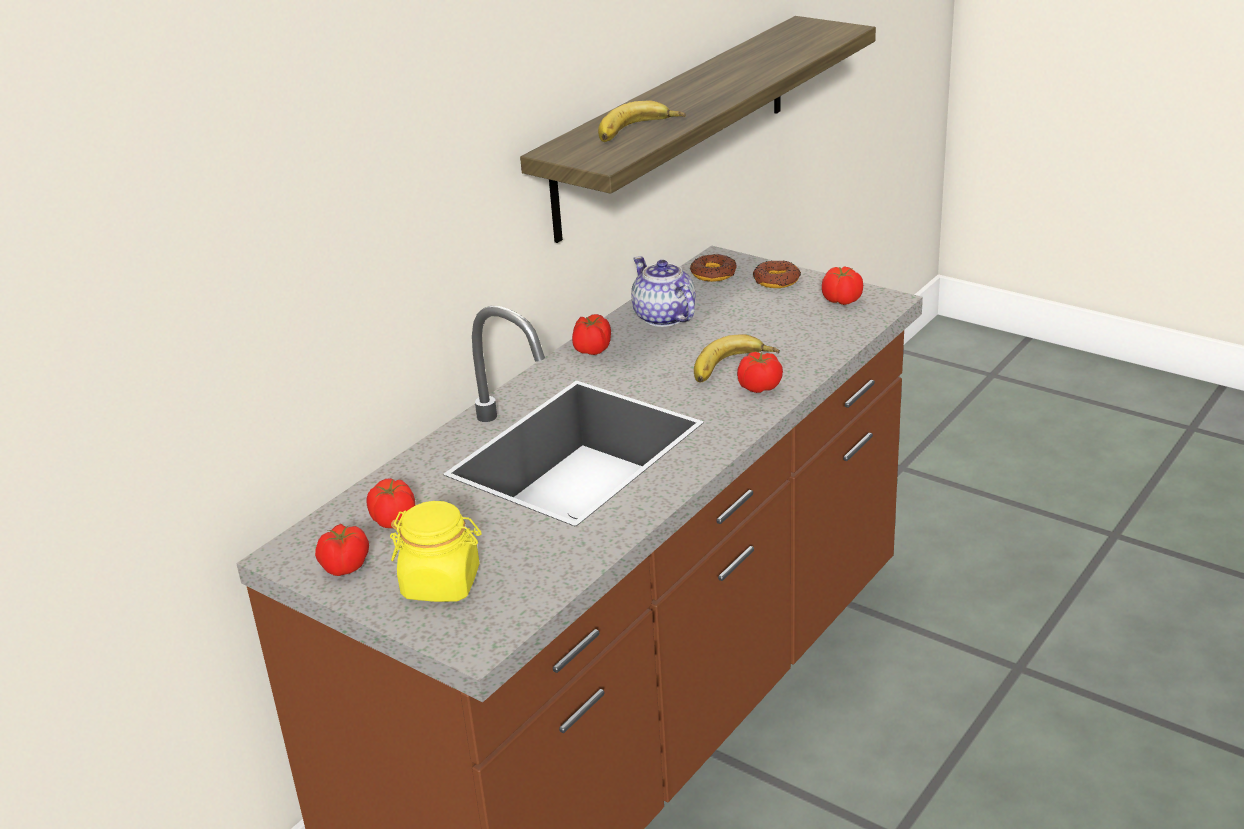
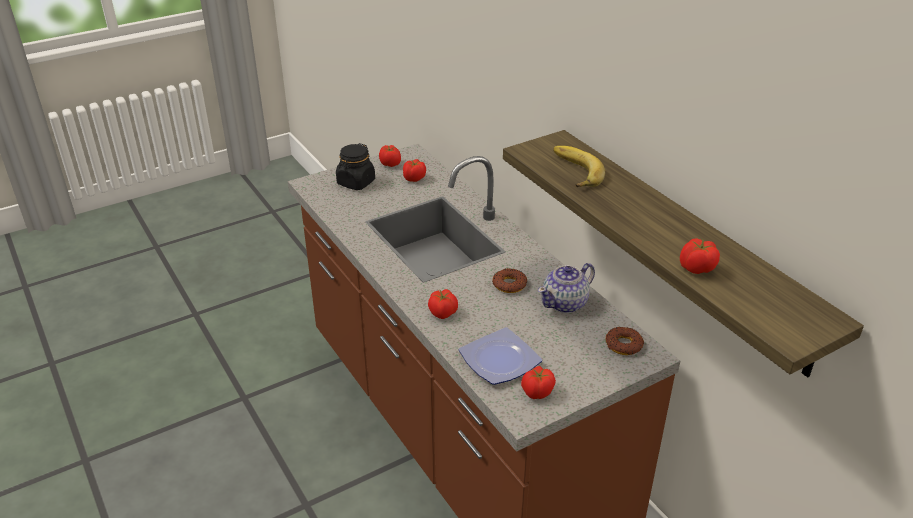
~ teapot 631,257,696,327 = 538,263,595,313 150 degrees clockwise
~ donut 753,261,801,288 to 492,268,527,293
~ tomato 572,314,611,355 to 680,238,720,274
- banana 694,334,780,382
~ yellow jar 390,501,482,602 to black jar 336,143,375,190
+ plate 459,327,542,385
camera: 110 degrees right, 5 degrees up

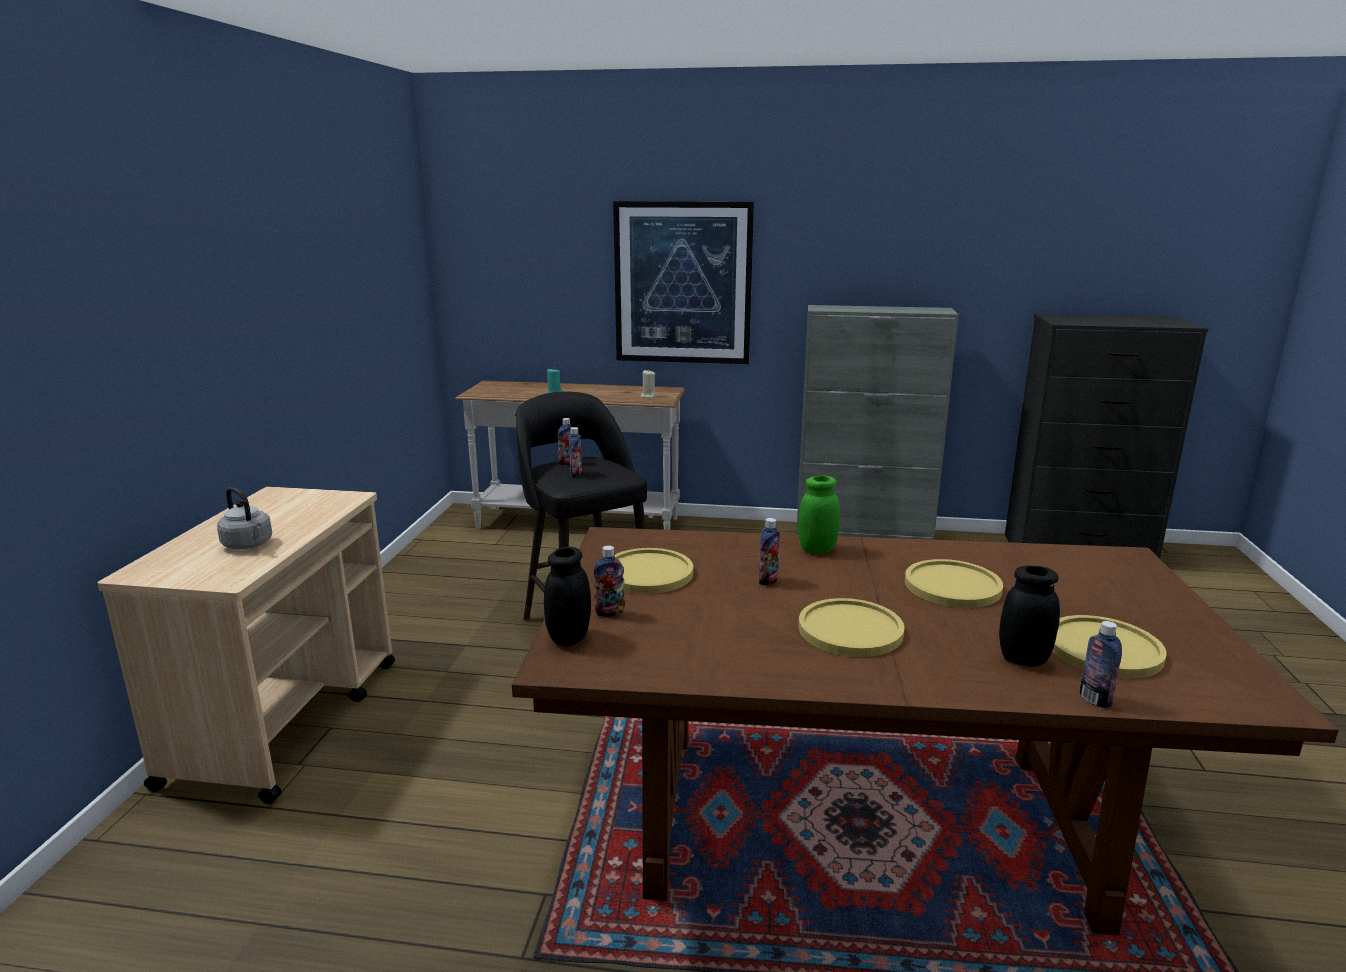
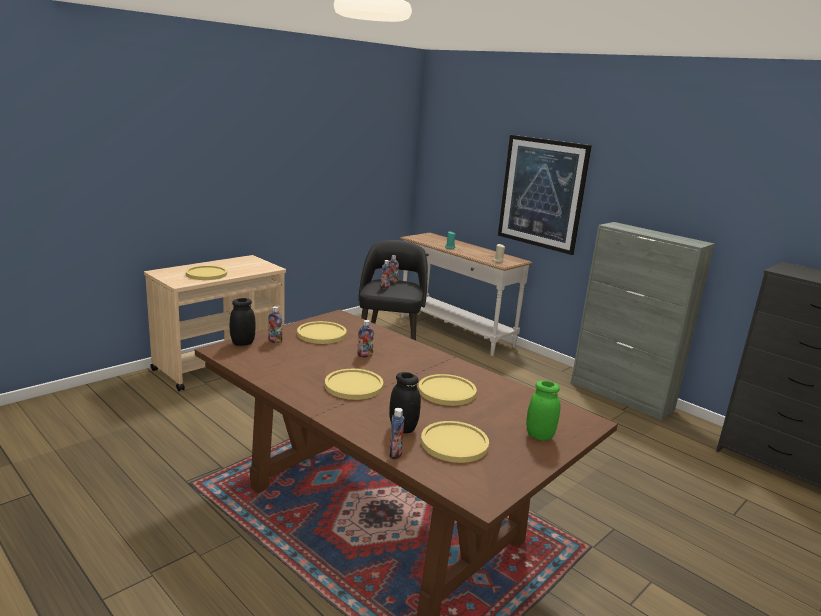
~ green jar 798,476,840,554 to 526,381,560,441
~ grey kettle 217,487,272,549 to yellow plate 186,265,227,280
camera: 35 degrees right, 0 degrees up

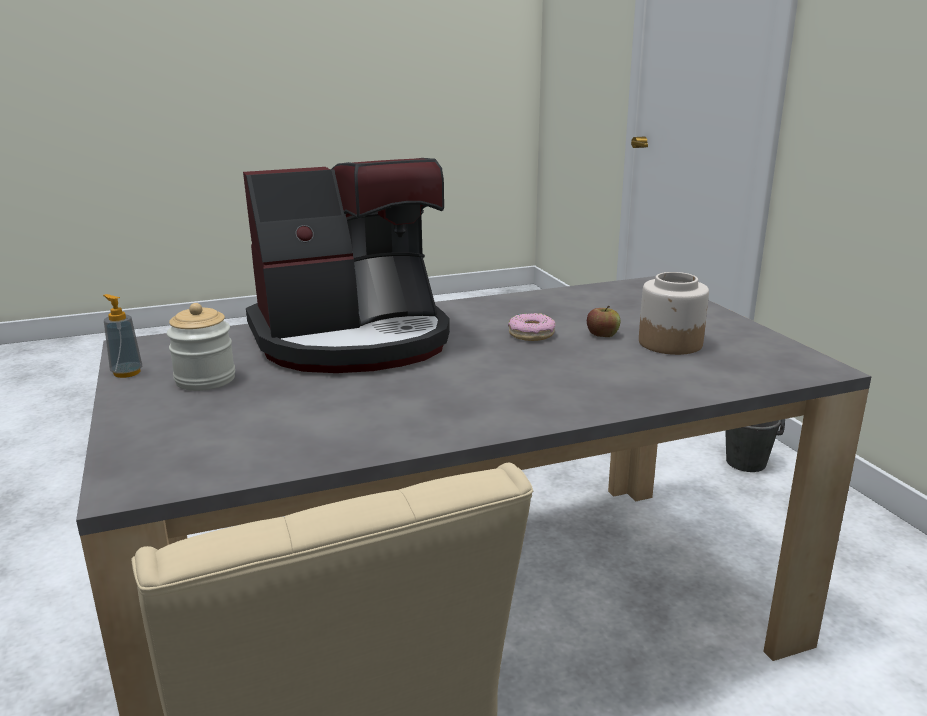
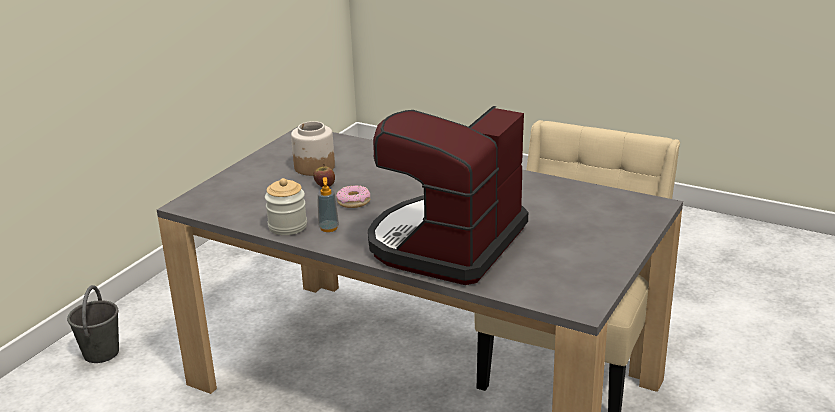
~ coffee machine 243,158,450,373 = 368,106,528,285 90 degrees counterclockwise
~ soap dispenser 103,294,142,378 to 317,177,339,232
~ jar 167,303,235,391 to 265,178,307,235
camera: 130 degrees left, 5 degrees up

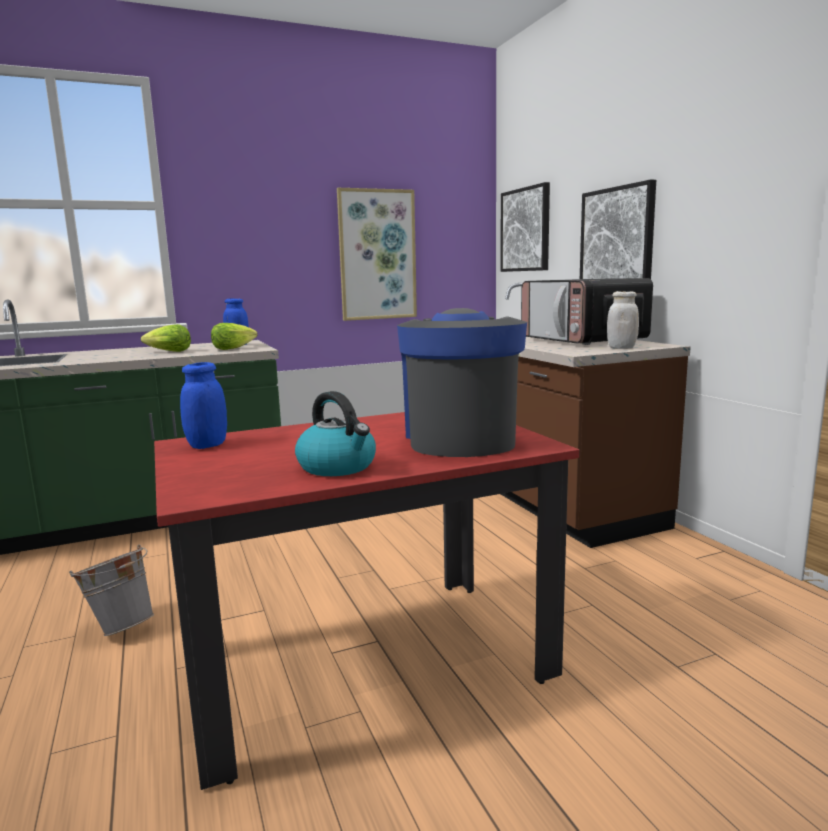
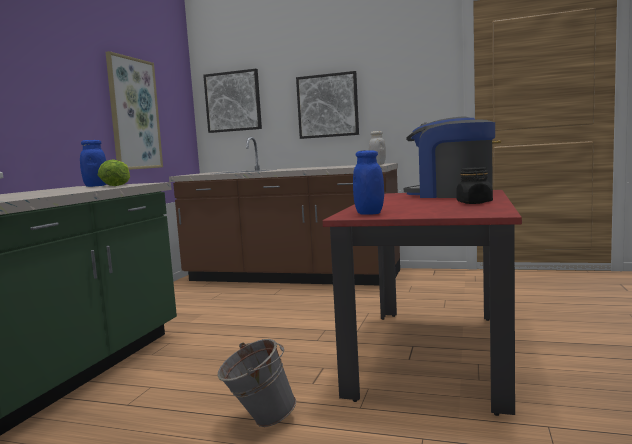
- microwave 521,278,653,345
- lettuce 141,324,191,352
~ kettle 295,391,376,476 to black jar 456,167,493,204
camera: 50 degrees left, 5 degrees down

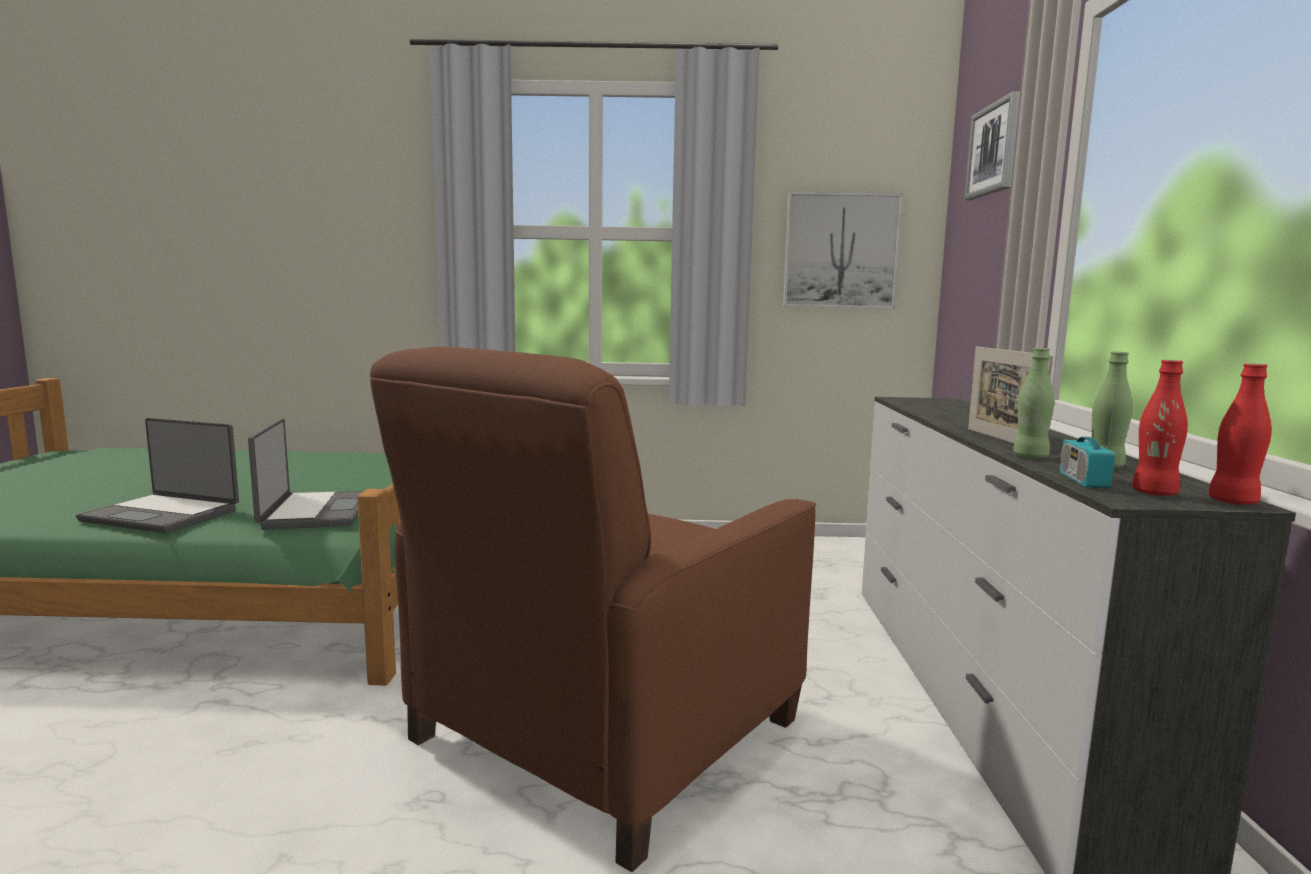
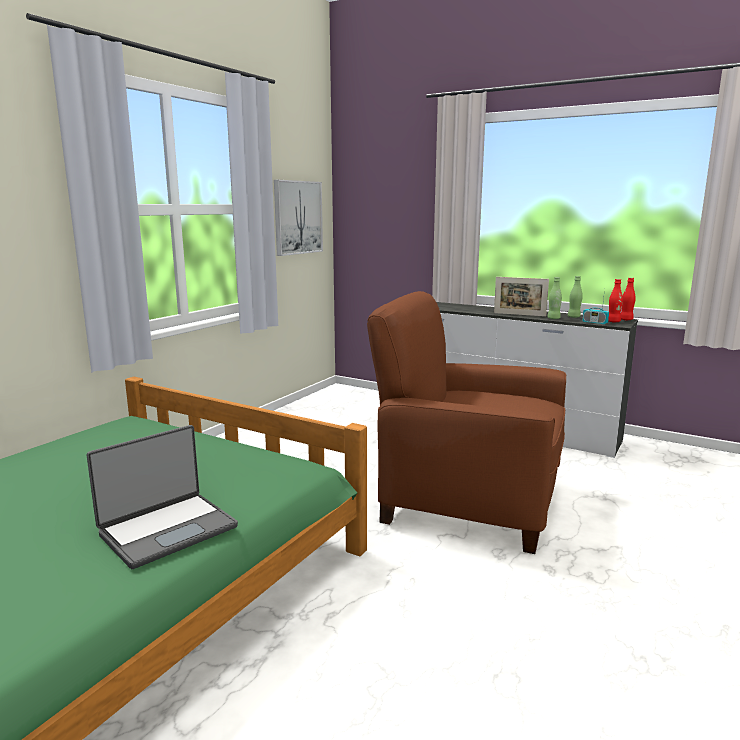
- picture 964,91,1020,200
~ brown armchair 370,347,816,872 = 367,291,566,554 135 degrees clockwise
- laptop 248,418,363,530
camera: 60 degrees left, 5 degrees up

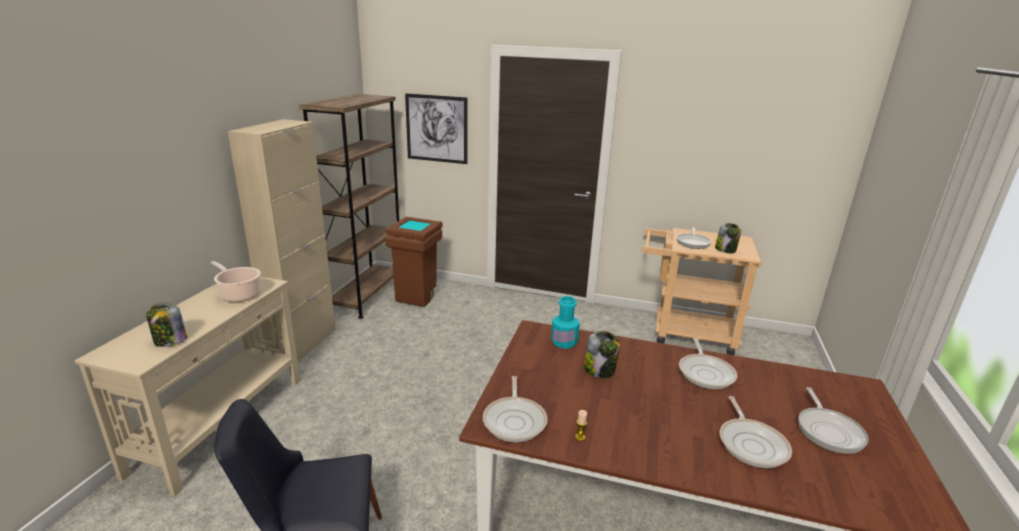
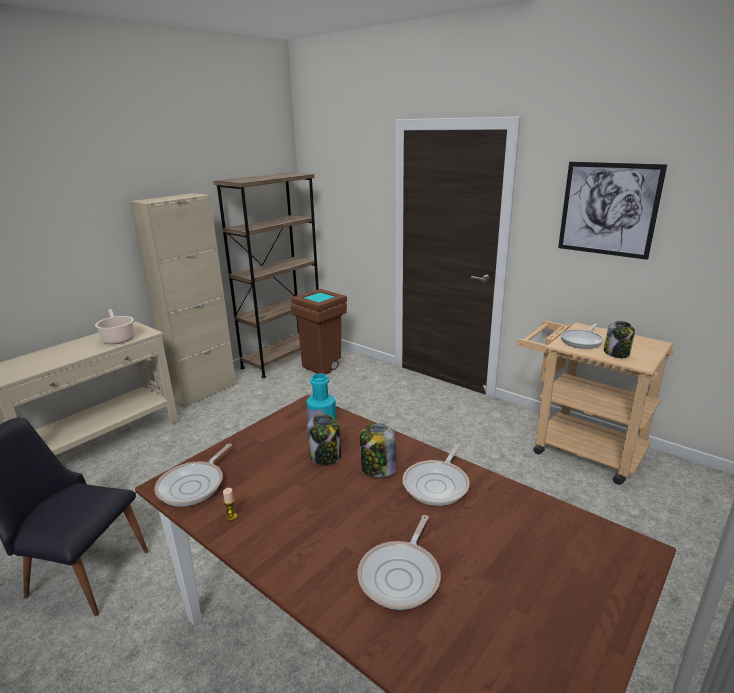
~ picture 405,93,468,164 to 558,162,667,260
~ jar 146,303,187,347 to 360,423,397,478
- frying pan 798,387,869,454
camera: 25 degrees right, 0 degrees up

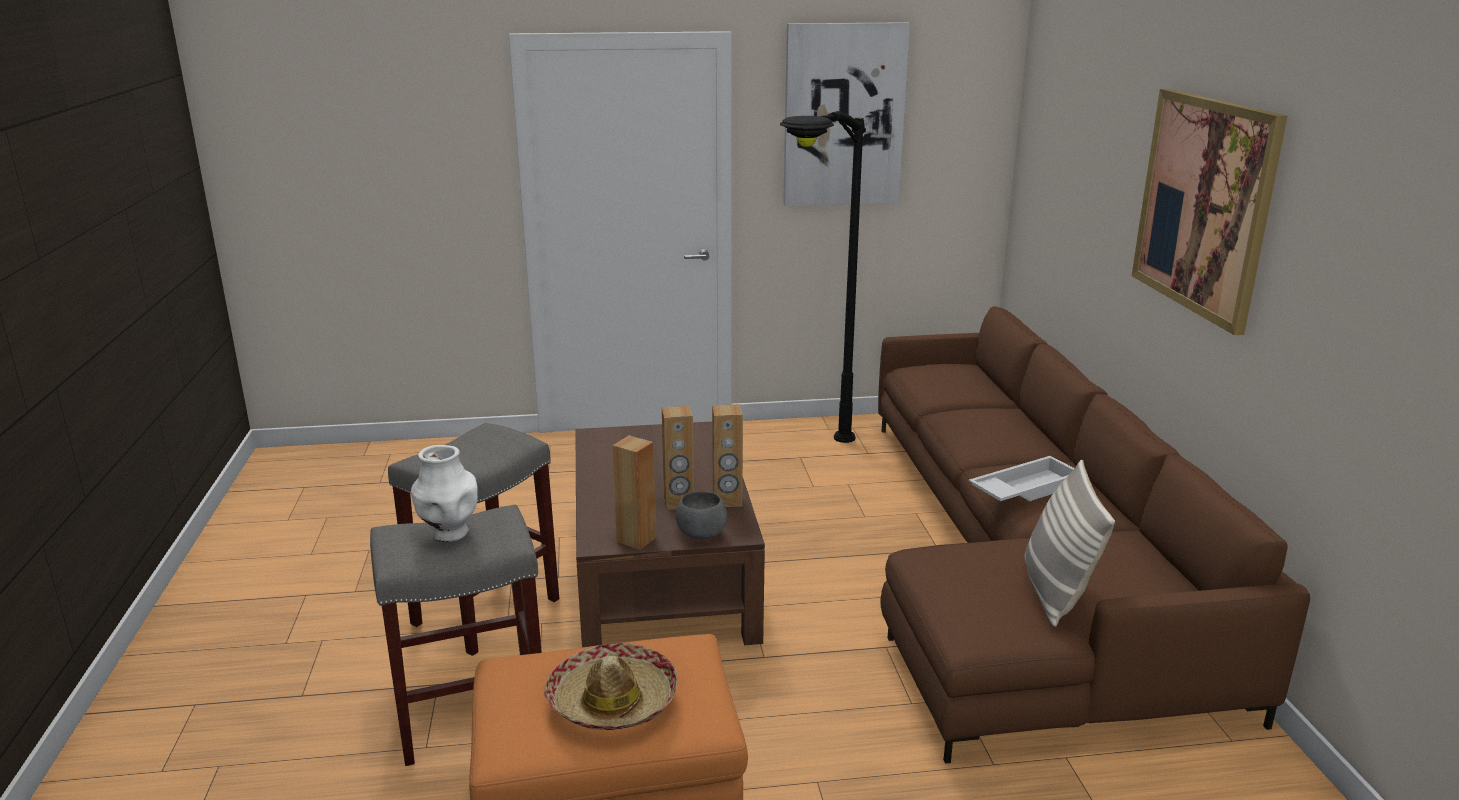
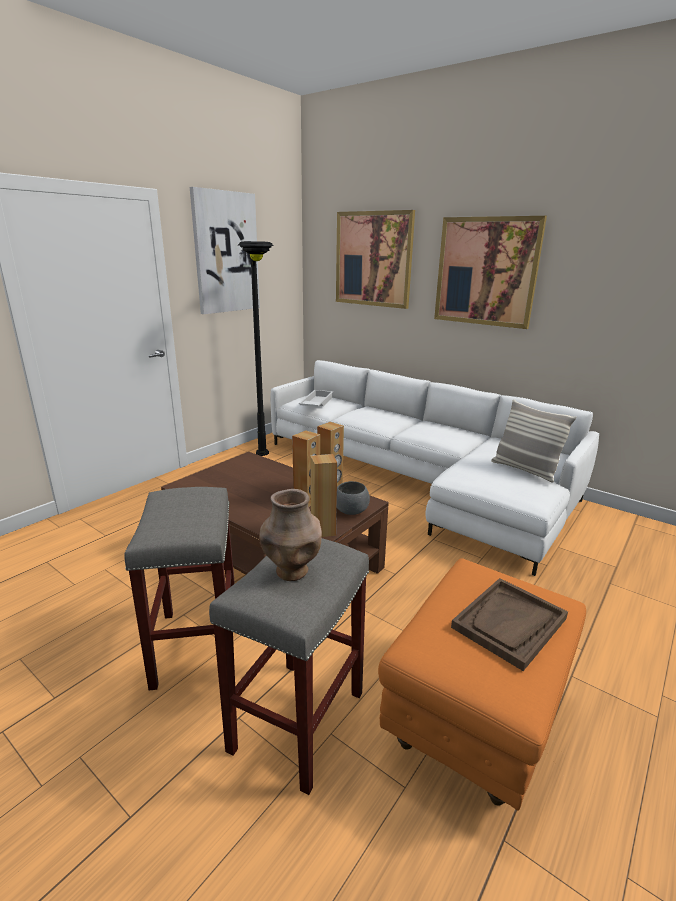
~ brown sofa 878,306,1310,764 to white sofa 270,360,599,576
~ white vase 411,445,478,542 to brown vase 259,489,322,581
~ white tray 969,456,1075,501 to 298,390,333,407
~ hat 544,643,678,730 to brown tray 451,578,568,671
+ picture 336,210,415,309
camera: 45 degrees left, 0 degrees up

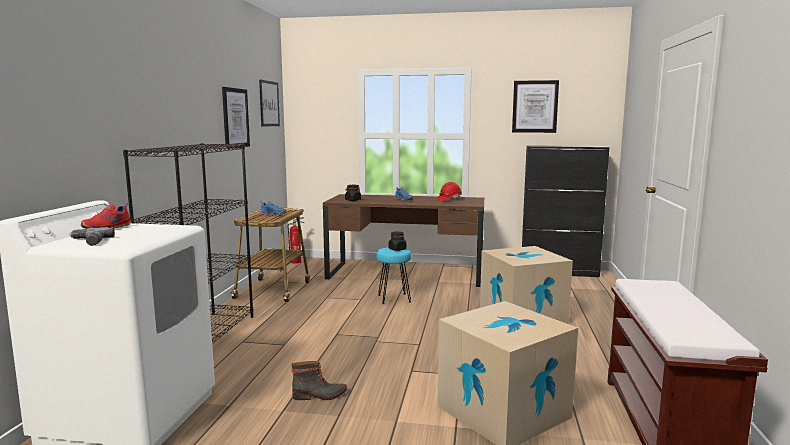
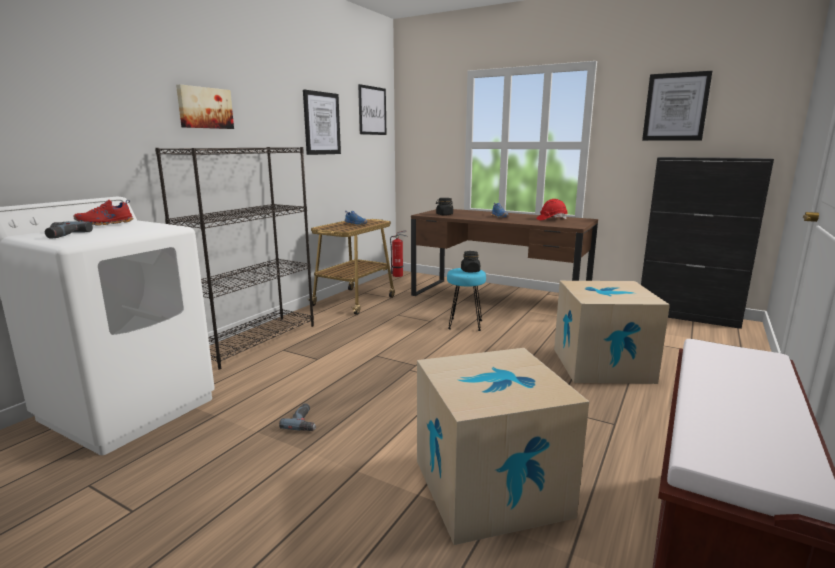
~ boot 291,361,347,400 to power drill 279,403,316,431
+ picture 176,84,234,129
camera: 20 degrees right, 5 degrees up

